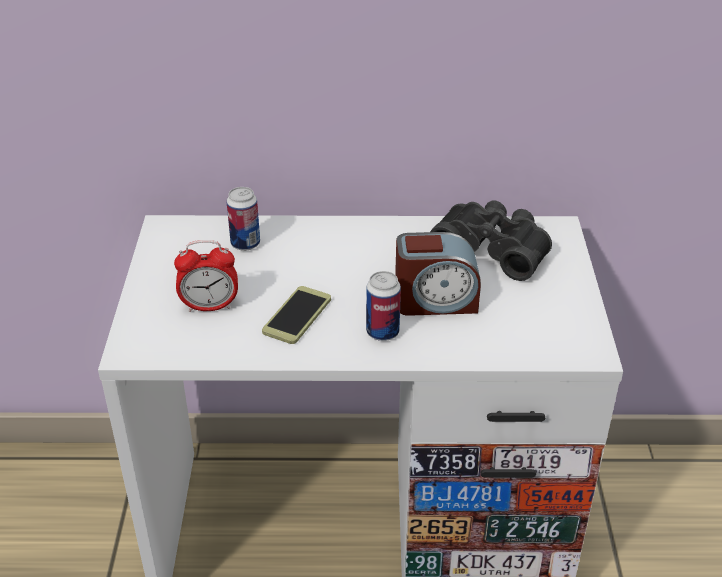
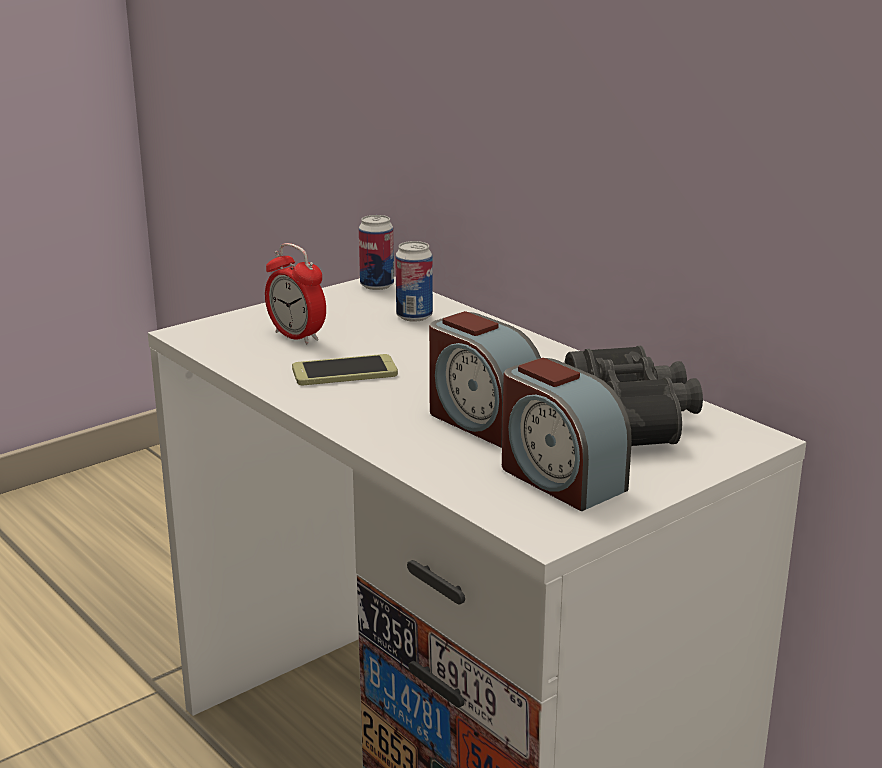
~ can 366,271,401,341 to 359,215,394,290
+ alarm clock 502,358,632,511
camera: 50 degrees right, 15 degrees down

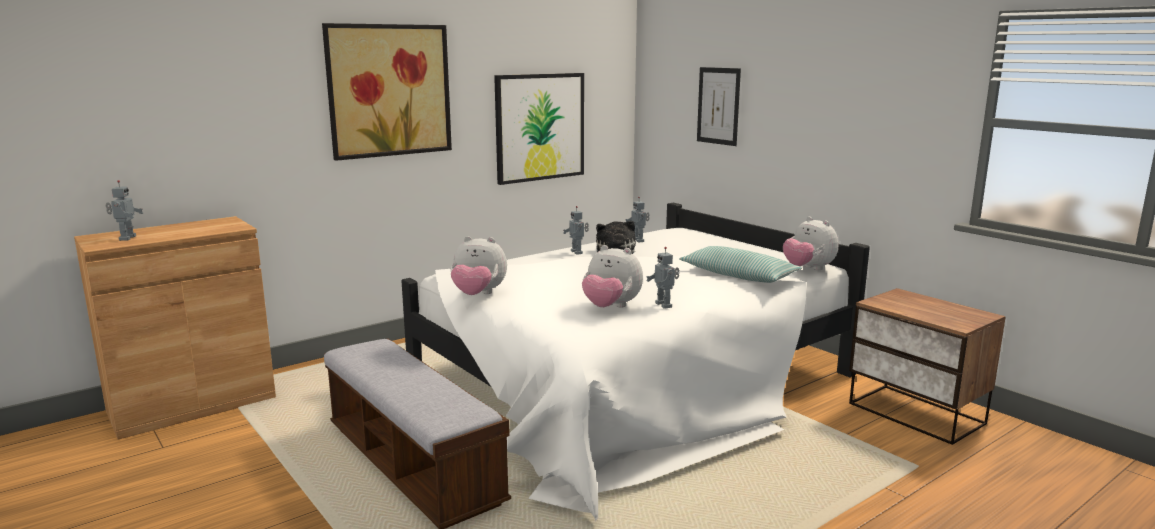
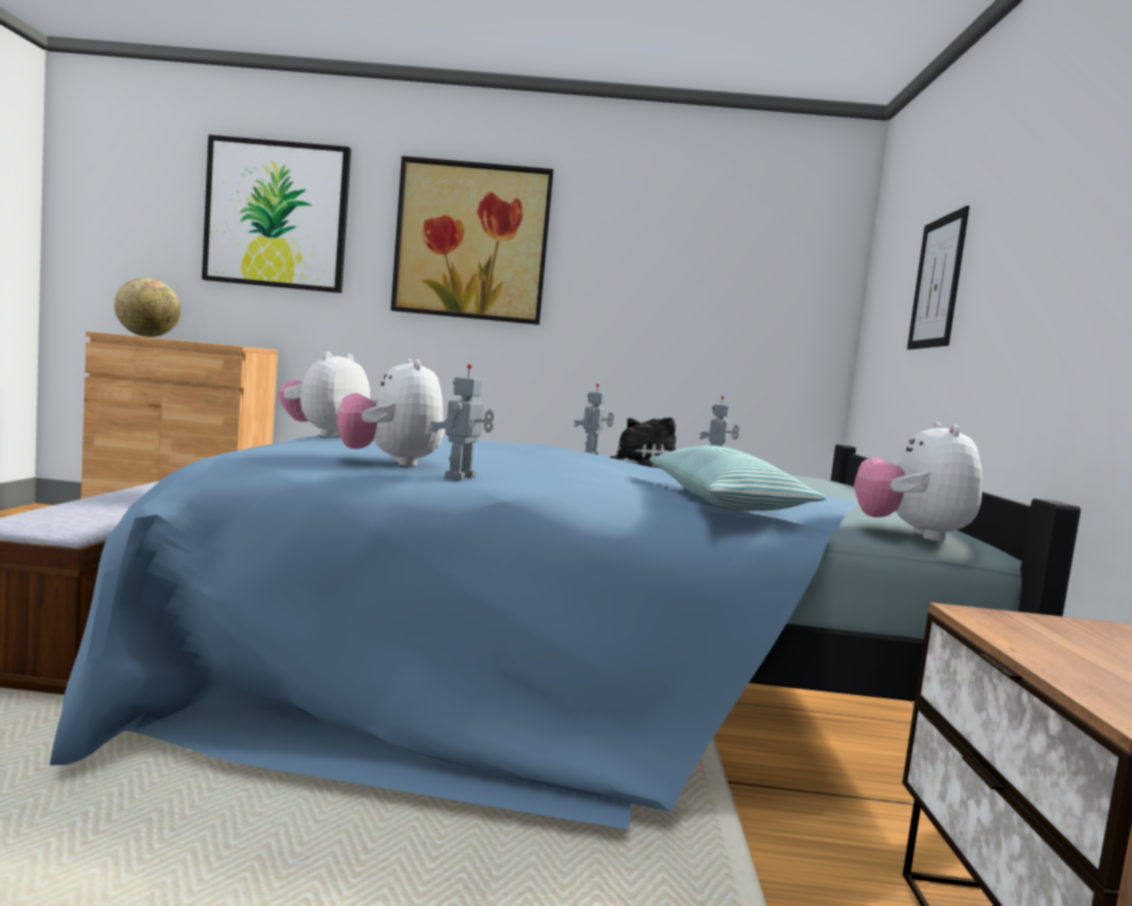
~ picture 494,73,584,185 to 202,135,351,293
~ toy robot 106,180,143,241 to globe 114,278,181,337
~ white bed 401,203,870,521 to blue bed 50,435,1081,829
~ plush toy 451,236,507,295 = 279,352,370,437 60 degrees clockwise
camera: 40 degrees right, 10 degrees down

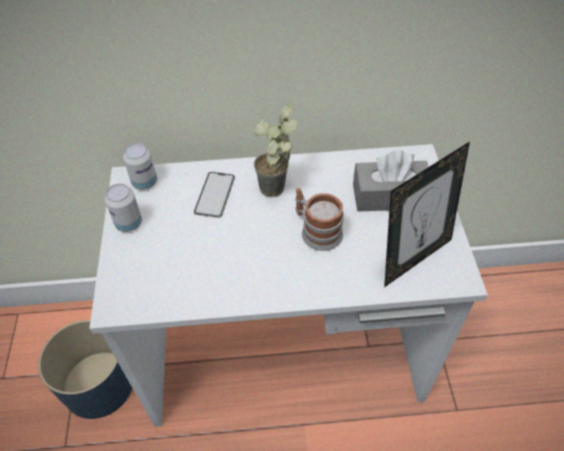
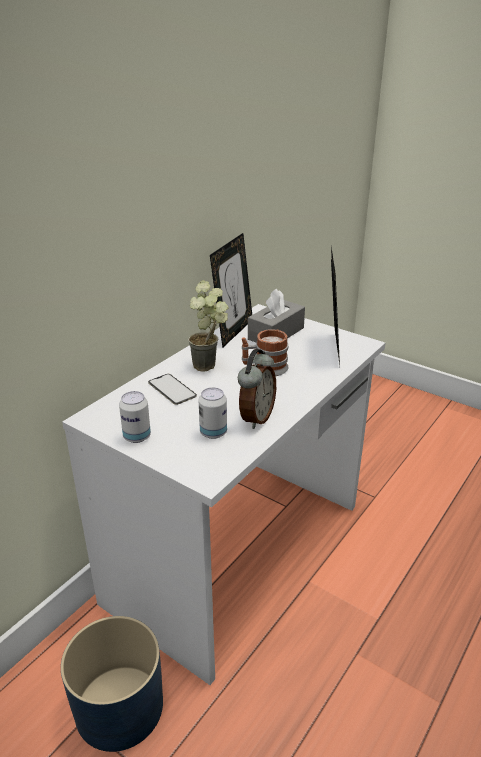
~ can 123,143,157,190 to 199,387,227,439
+ picture frame 210,233,252,348
+ alarm clock 238,349,276,429
camera: 50 degrees left, 20 degrees down

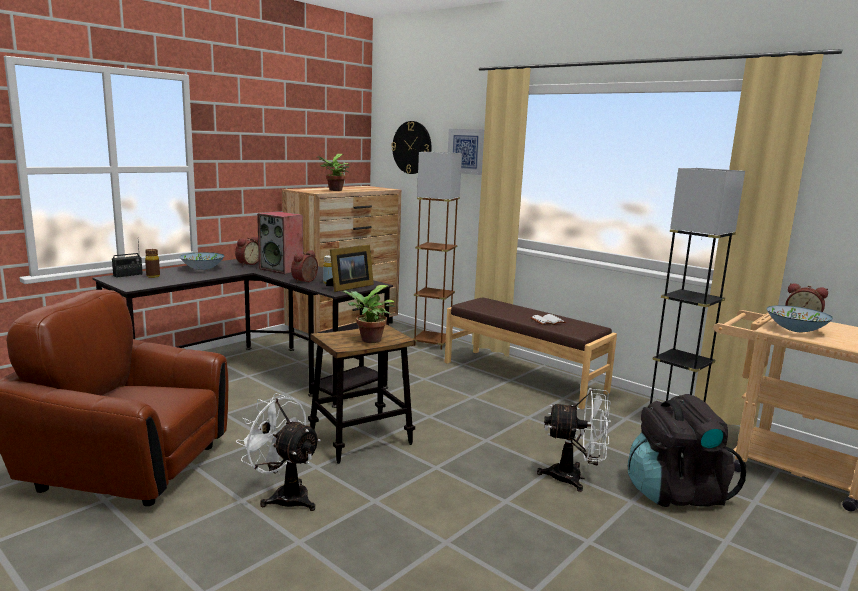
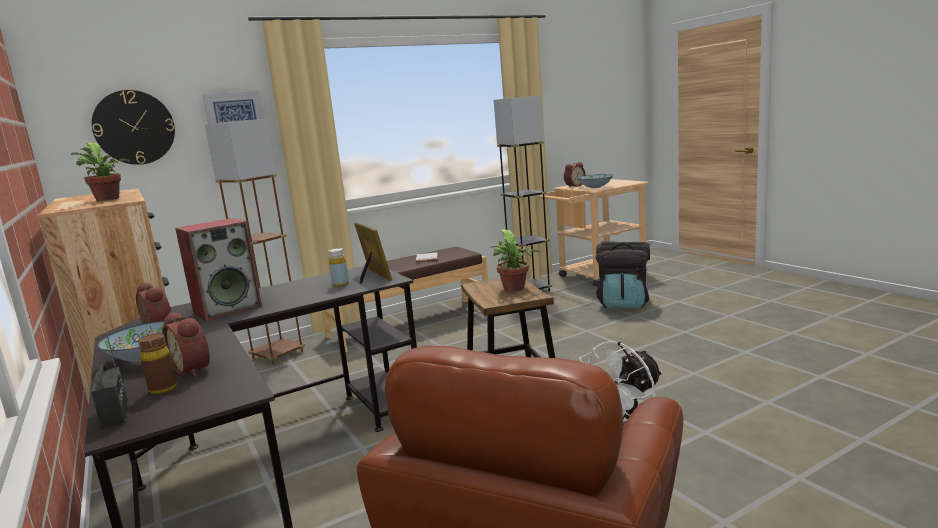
~ alarm clock 291,250,318,283 to 162,312,210,377
- white fan 537,388,611,492
camera: 70 degrees left, 0 degrees up

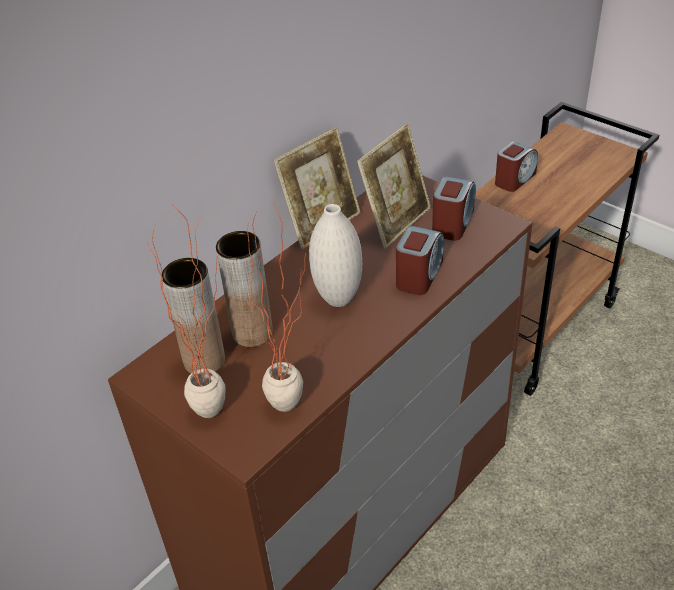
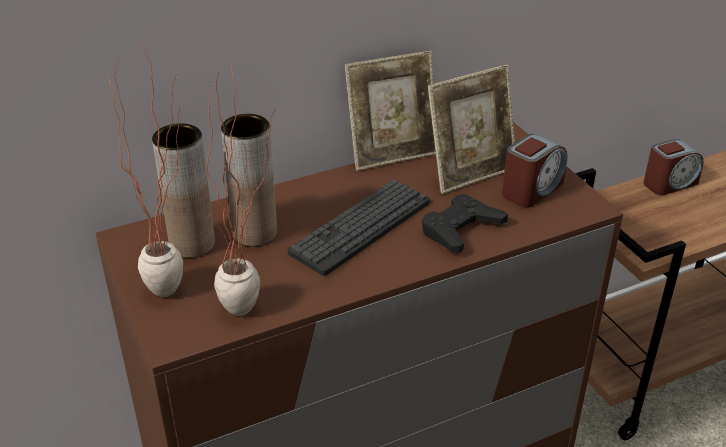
~ white vase 309,204,362,307 to keyboard 288,180,430,276
~ alarm clock 396,226,444,295 to black game controller 422,194,508,253
camera: 20 degrees right, 5 degrees down

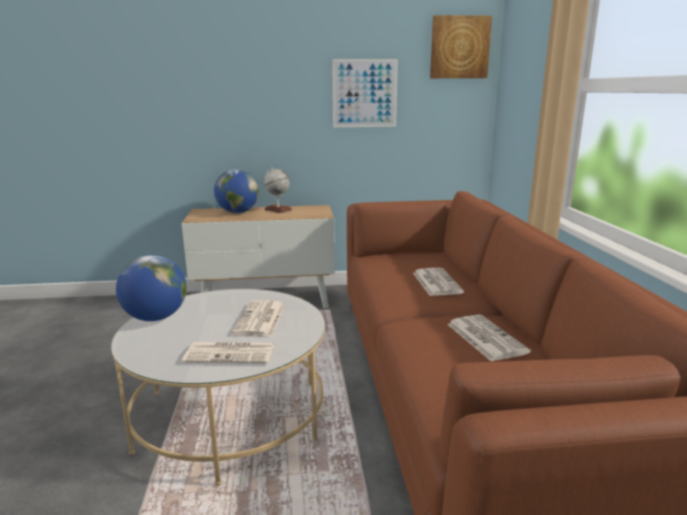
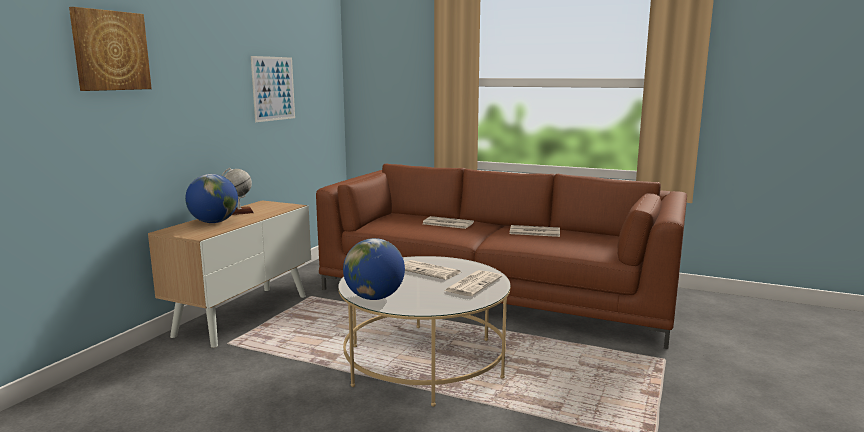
~ picture 430,15,492,78 to 69,7,152,91
camera: 60 degrees left, 5 degrees down

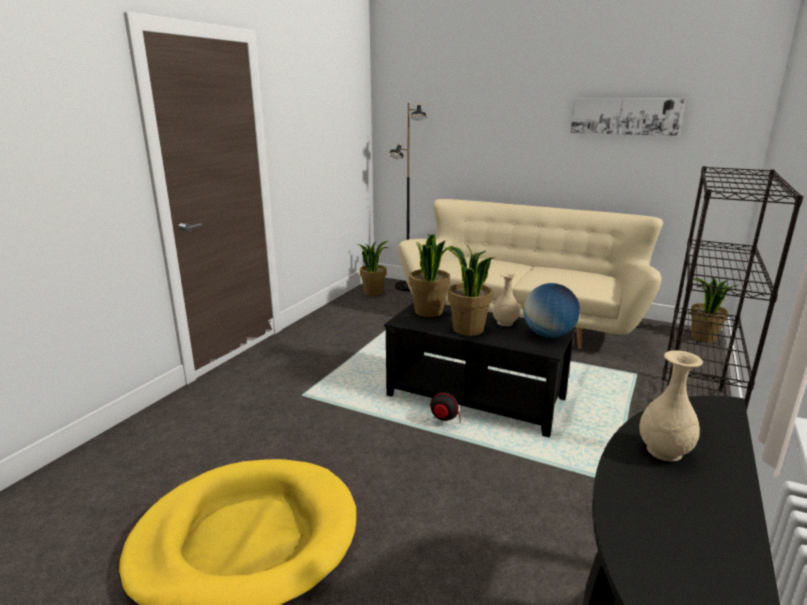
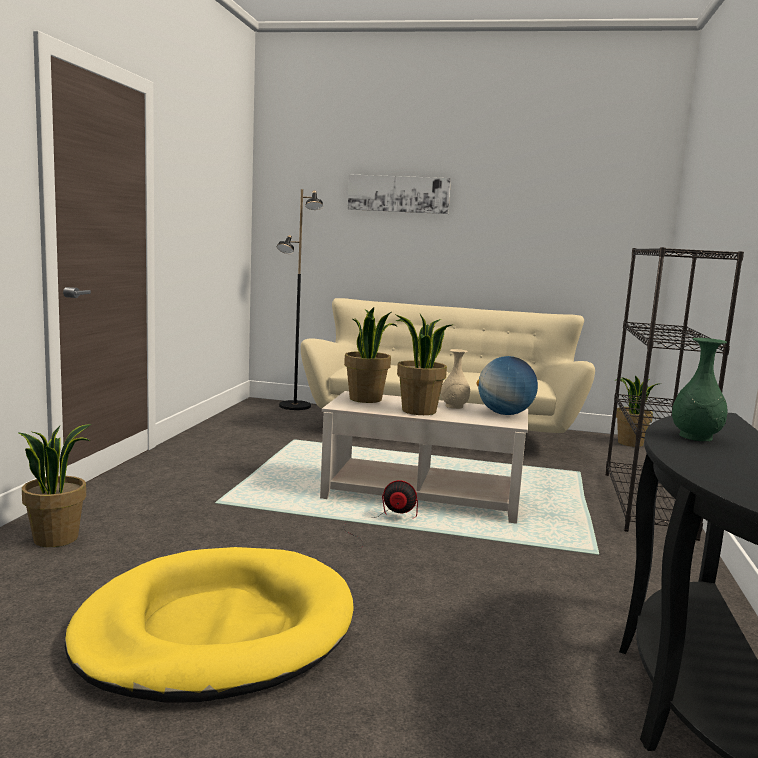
~ picture 571,98,685,136 to 348,174,451,214
~ potted plant 358,241,388,296 to 19,424,92,547
~ black coffee table 384,302,576,438 to beige coffee table 320,391,528,524
~ beige vase 639,350,703,462 to green vase 672,338,727,441
camera: 15 degrees left, 10 degrees down

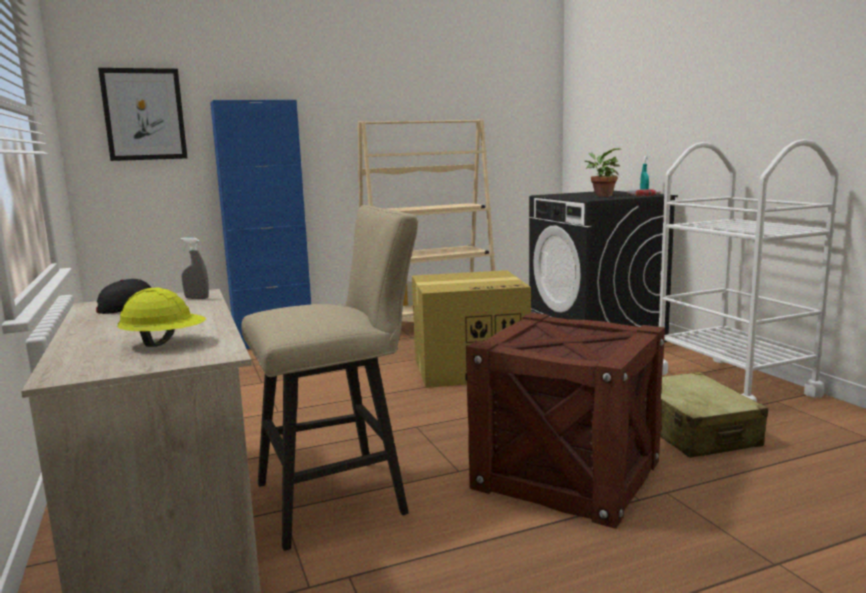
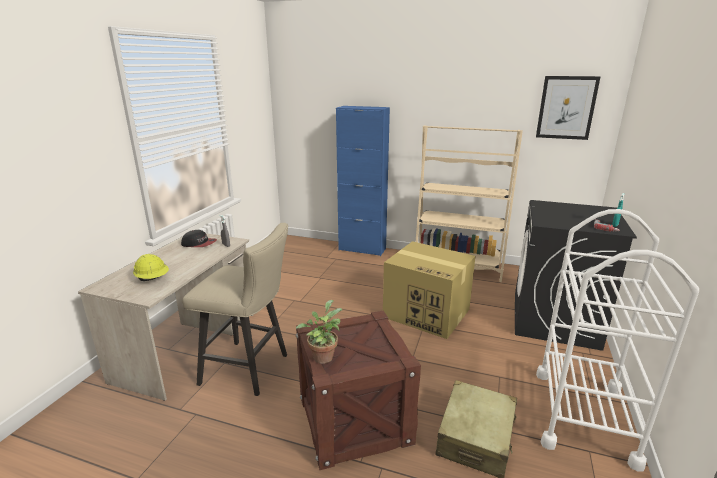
~ picture 98,68,187,161 to 536,76,600,140
~ potted plant 585,148,621,197 to 296,300,342,364
camera: 40 degrees right, 10 degrees up

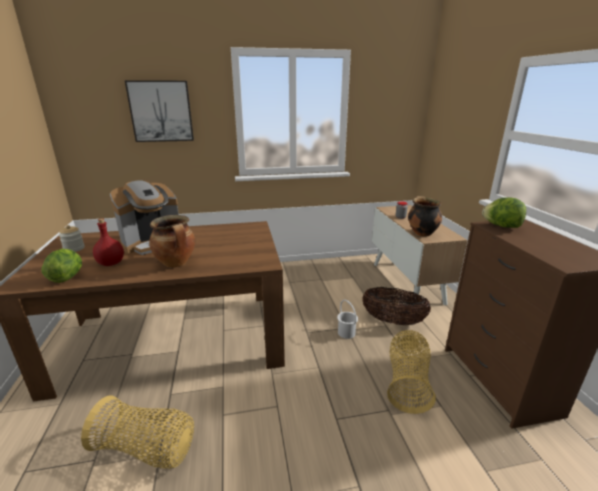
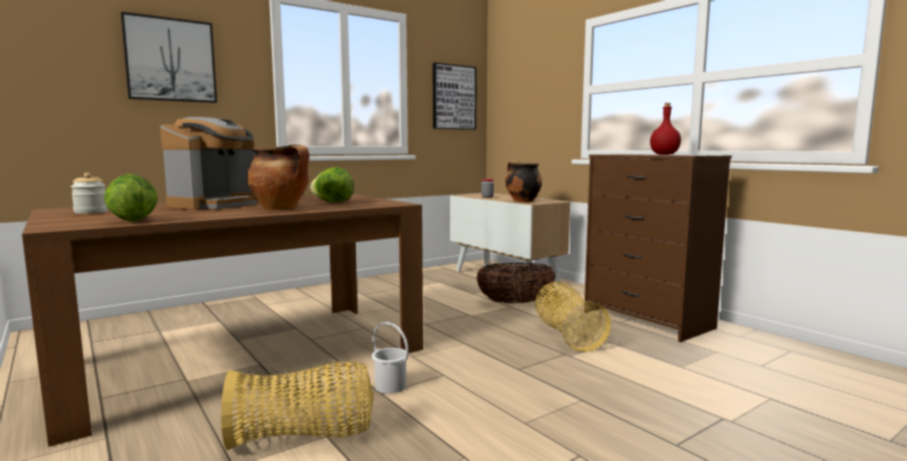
~ lettuce 482,197,526,228 to 310,167,354,202
~ red bottle 93,218,124,266 to 650,103,681,155
~ white bucket 337,300,358,339 to 372,322,409,394
+ picture 433,63,477,130
camera: 25 degrees left, 15 degrees down

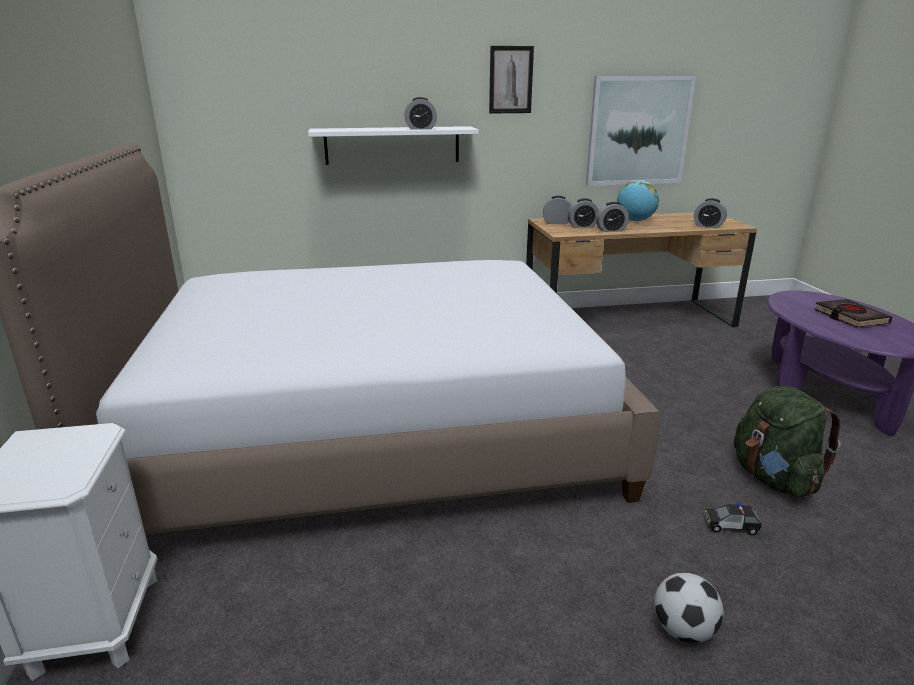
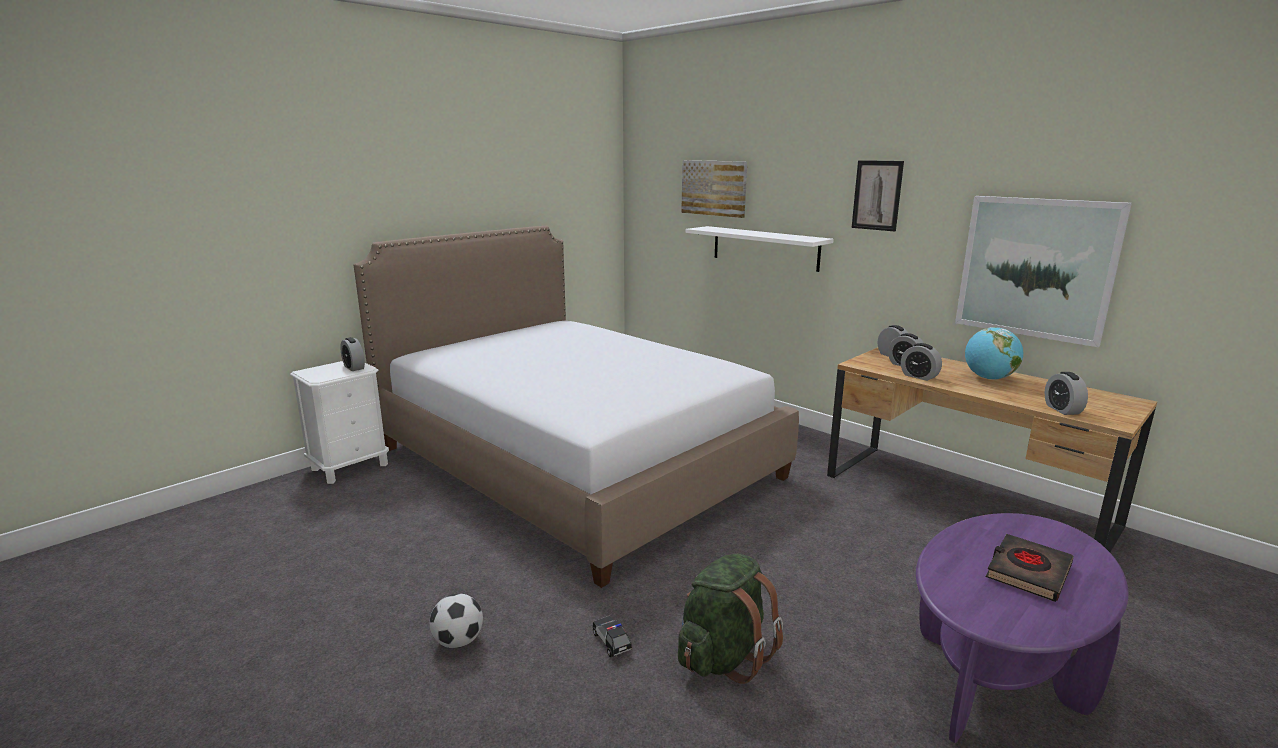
~ alarm clock 405,97,437,130 to 340,337,365,371
+ picture 681,160,747,218
camera: 55 degrees right, 5 degrees down

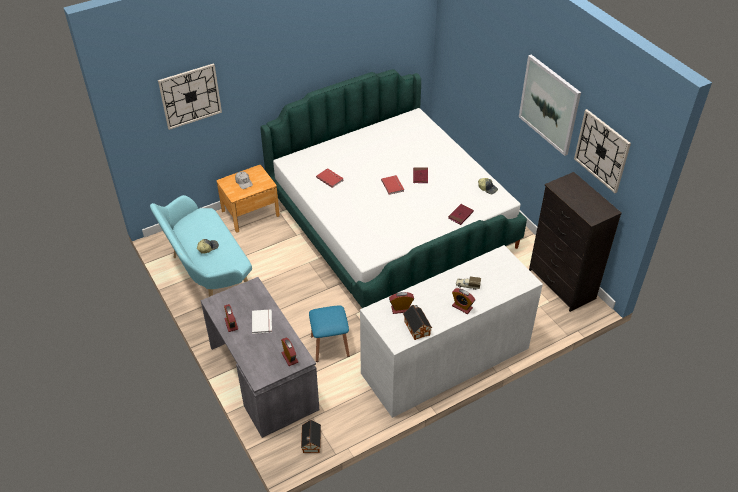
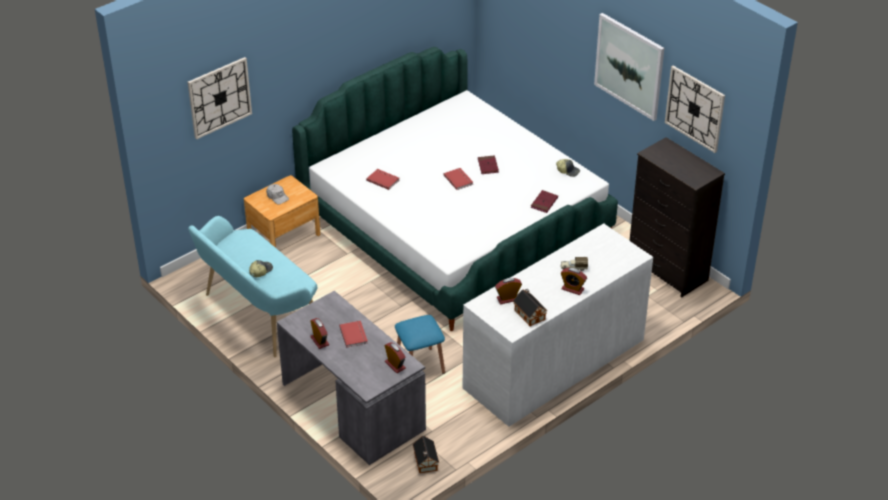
~ white book 252,309,272,334 to red book 339,321,368,347
camera: 10 degrees left, 5 degrees down

